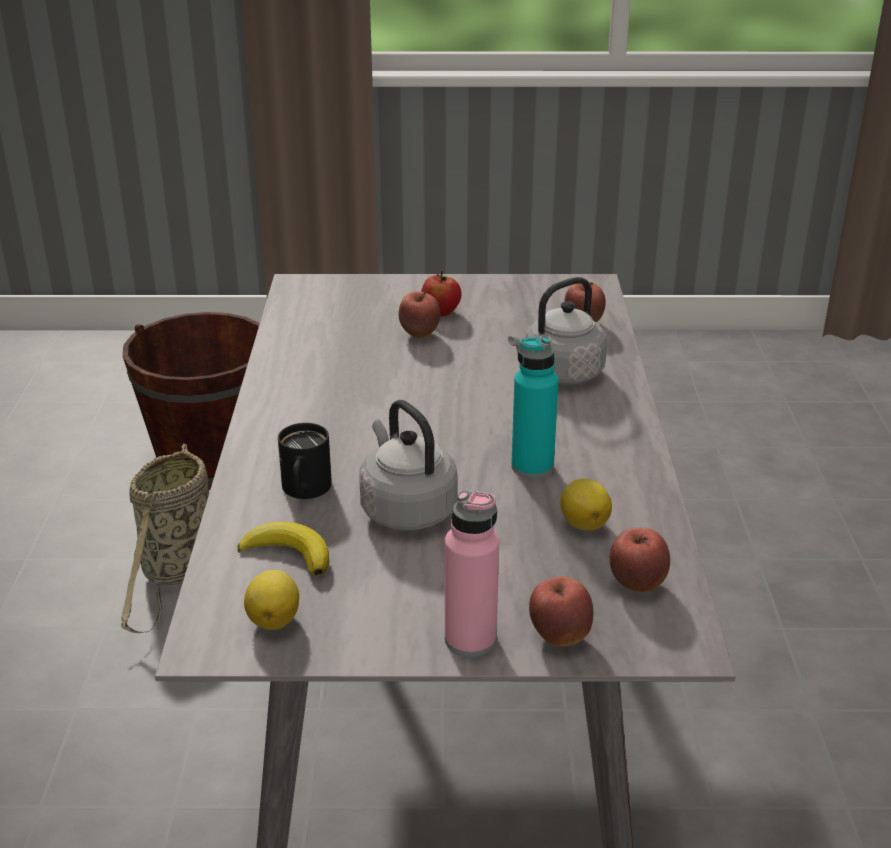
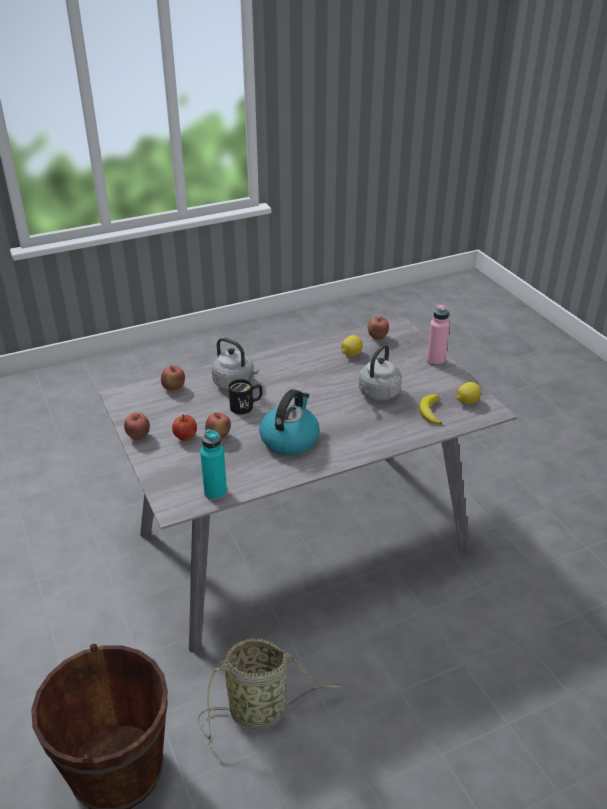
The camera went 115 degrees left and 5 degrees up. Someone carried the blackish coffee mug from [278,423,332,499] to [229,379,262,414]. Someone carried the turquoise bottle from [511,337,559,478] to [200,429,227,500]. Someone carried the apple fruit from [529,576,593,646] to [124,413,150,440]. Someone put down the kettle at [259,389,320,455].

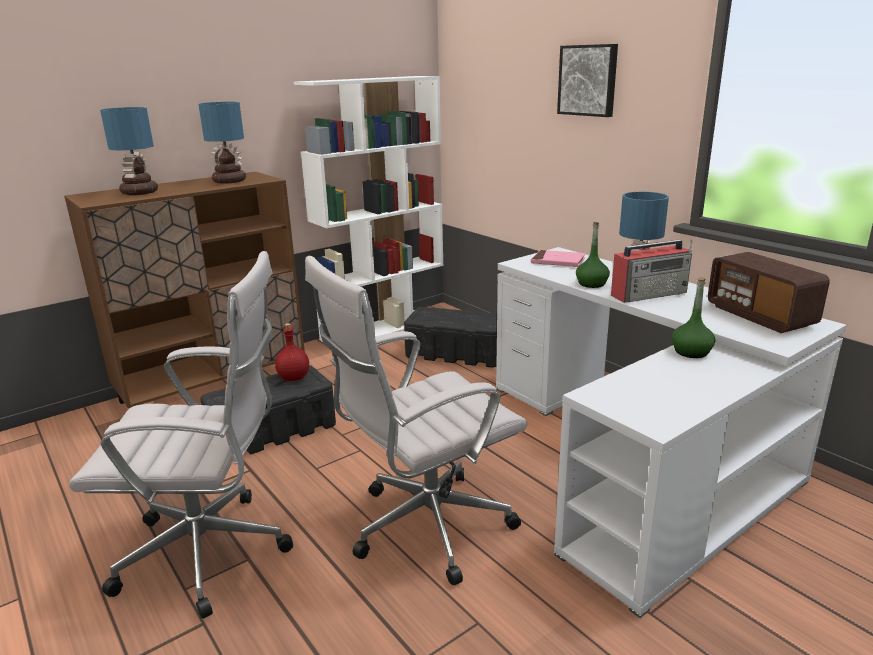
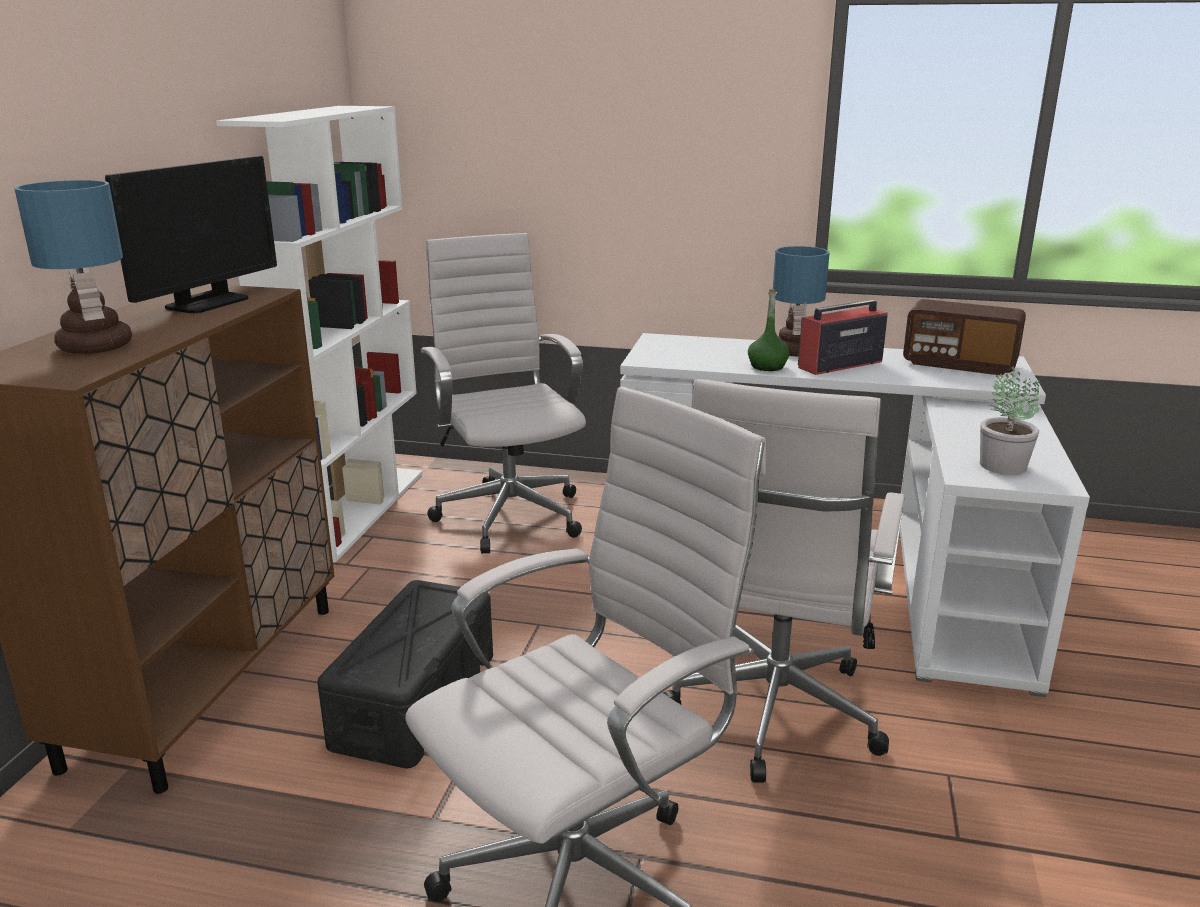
The camera went 40 degrees left and 0 degrees up. Someone swapped the lamp for a table at [198,102,246,184] for the monitor at [105,156,277,313]. Someone took away the reddish bottle at [275,323,309,381]. Someone swapped the blackish storage container at [404,307,497,368] for the white-coloured office chair at [421,233,586,554]. Someone took away the pinkish volume at [531,250,586,267]. Someone took away the picture at [557,44,618,117]. Someone rotated the radio at [611,239,692,303] by 150 degrees counterclockwise. Someone took away the greenish bottle at [672,277,715,358]. Someone put down the potted plant at [980,367,1040,475].

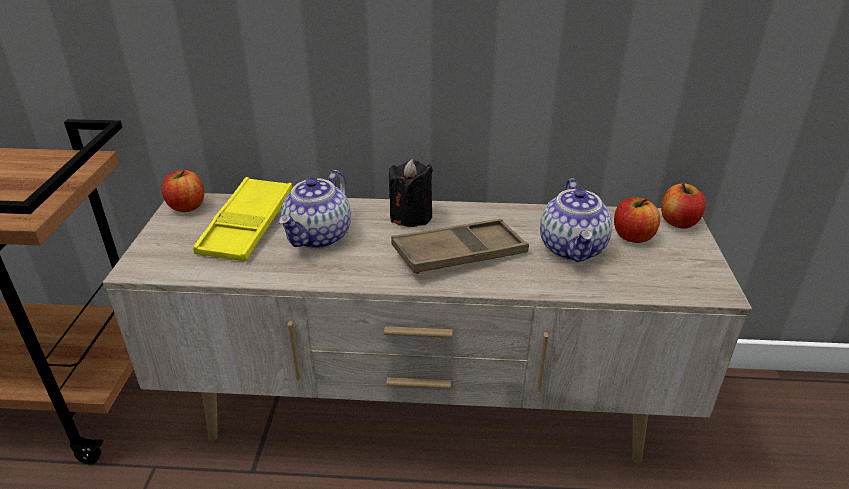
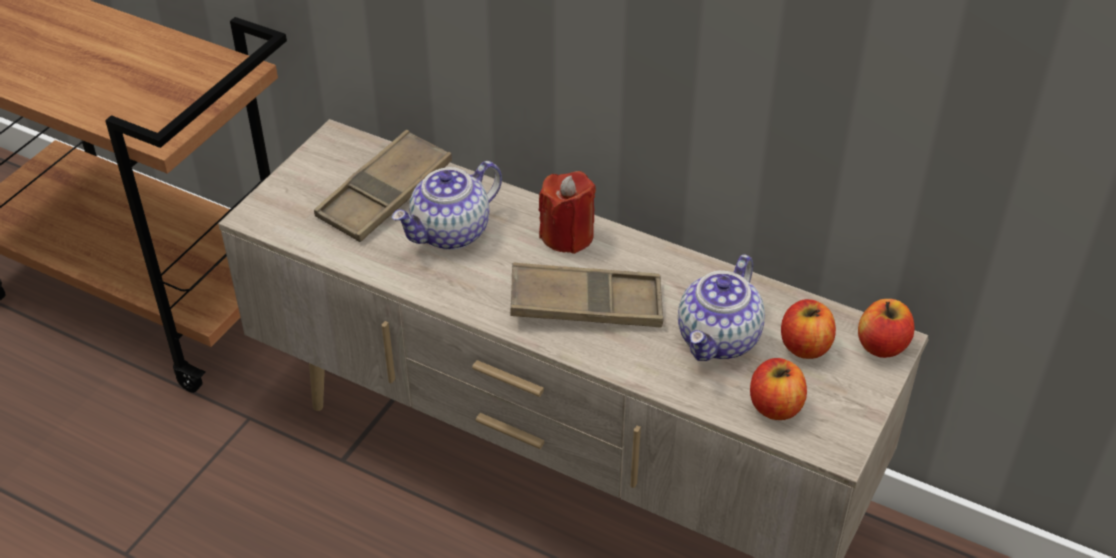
The camera went 25 degrees right and 10 degrees up. Someone carried the apple fruit from [161,170,204,212] to [750,358,807,420]. Someone repainted the yellow-coloured serving tray at [193,177,292,262], which became the brownish serving tray at [314,130,452,242]. Someone repainted the blackish wax candle at [389,159,433,227], which became the reddish wax candle at [539,171,596,254].

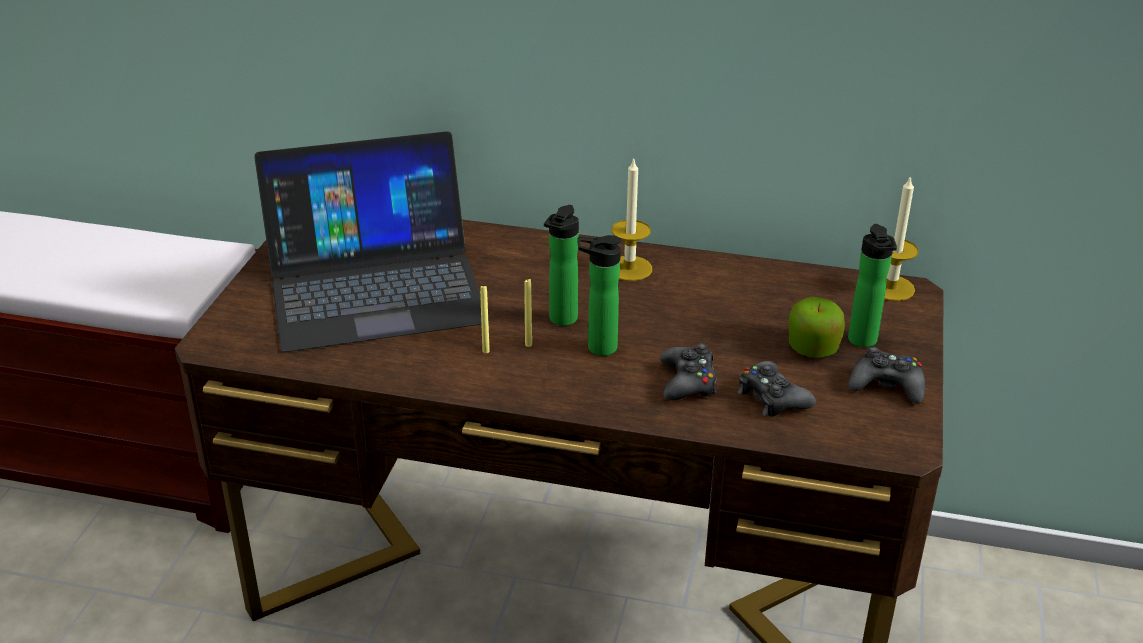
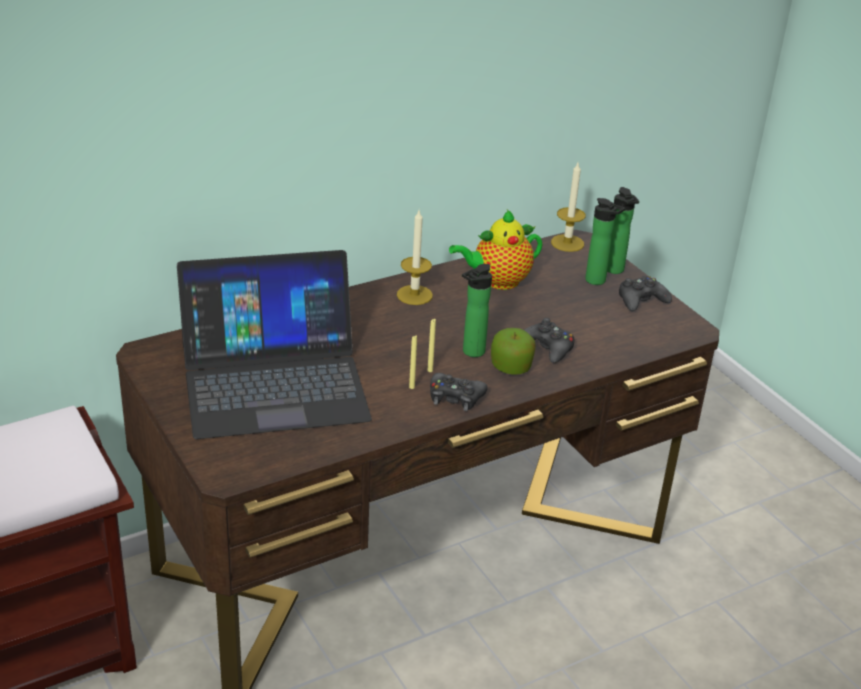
The camera went 45 degrees left and 0 degrees up. Someone rotated the laptop at [254,132,490,352] by 45 degrees clockwise. Someone carried the bottle from [544,205,579,326] to [607,187,639,274]. Someone carried the blackish game controller from [738,361,816,417] to [430,373,488,411]. Someone carried the apple fruit from [789,297,845,358] to [491,328,536,375]. Someone put down the teapot at [449,210,542,290].

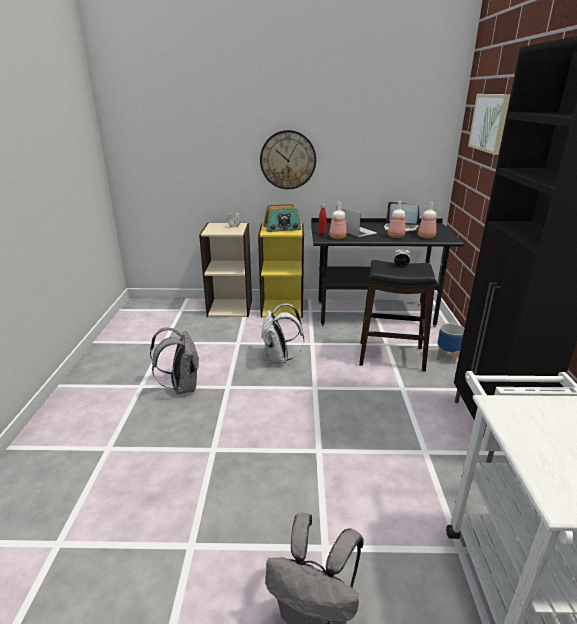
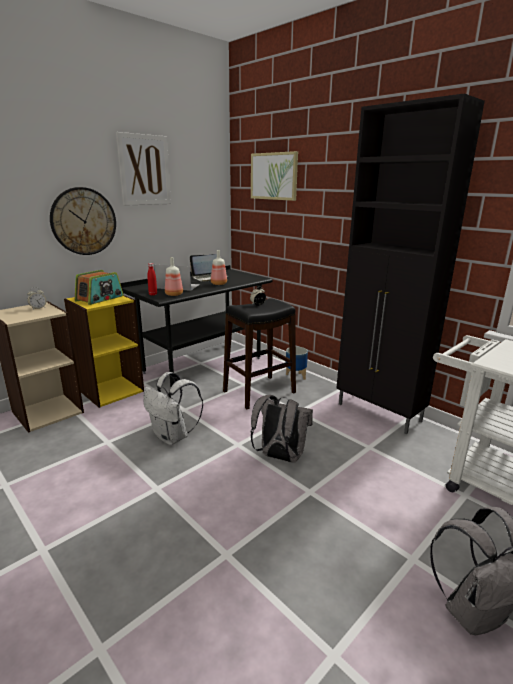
The camera went 45 degrees left and 5 degrees down. Someone carried the gray rucksack from [150,327,199,394] to [251,395,313,462]. Someone took away the bottle at [418,201,436,239]. Someone put up the picture at [116,132,171,206].

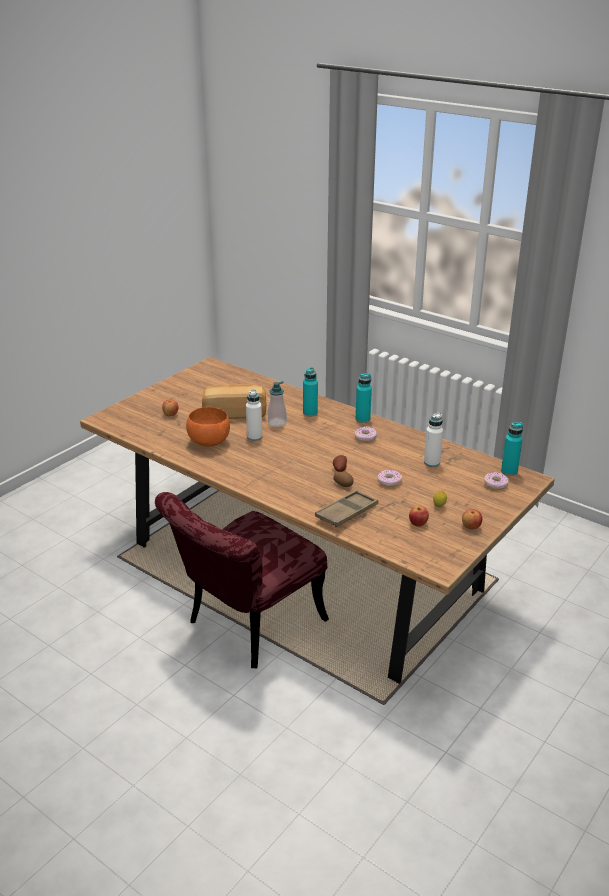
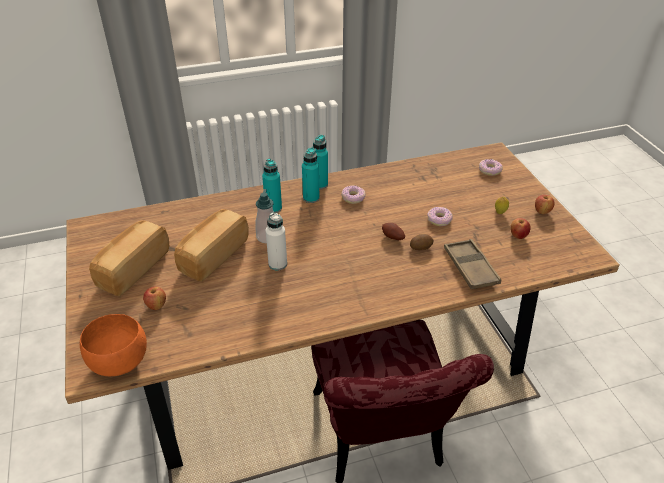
The camera went 55 degrees left and 10 degrees up. Someone carried the orange deep dish from [186,407,230,447] to [80,314,147,376]. Someone took away the white-coloured bottle at [424,413,443,467]. Someone carried the turquoise bottle from [501,422,523,476] to [302,147,320,203]. Someone put down the bread at [89,220,169,296].

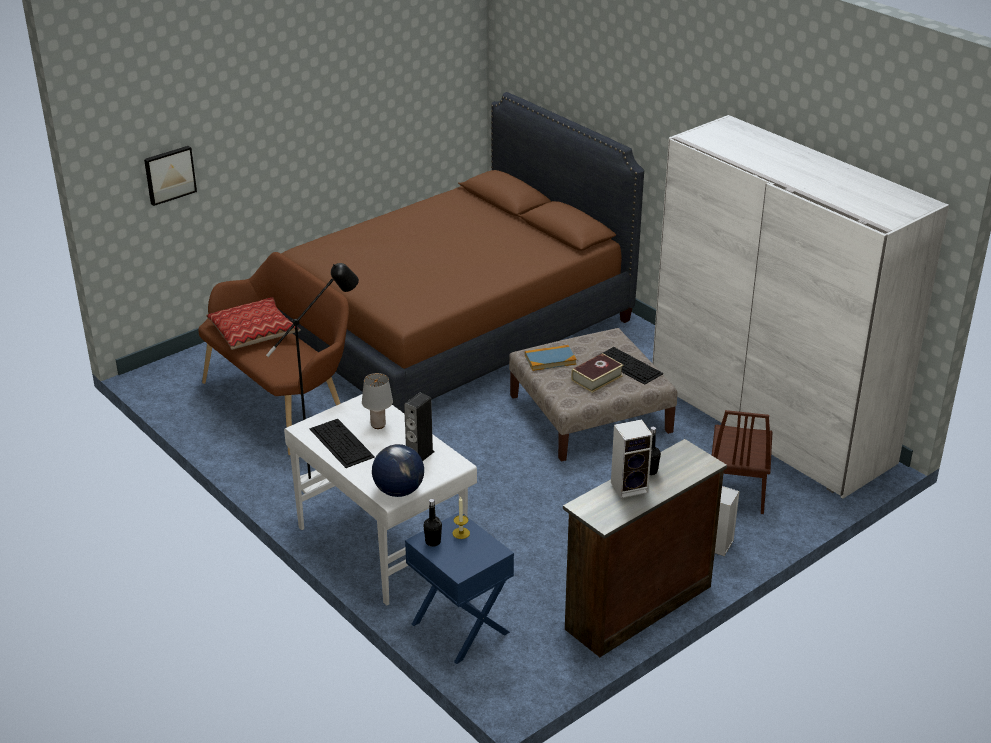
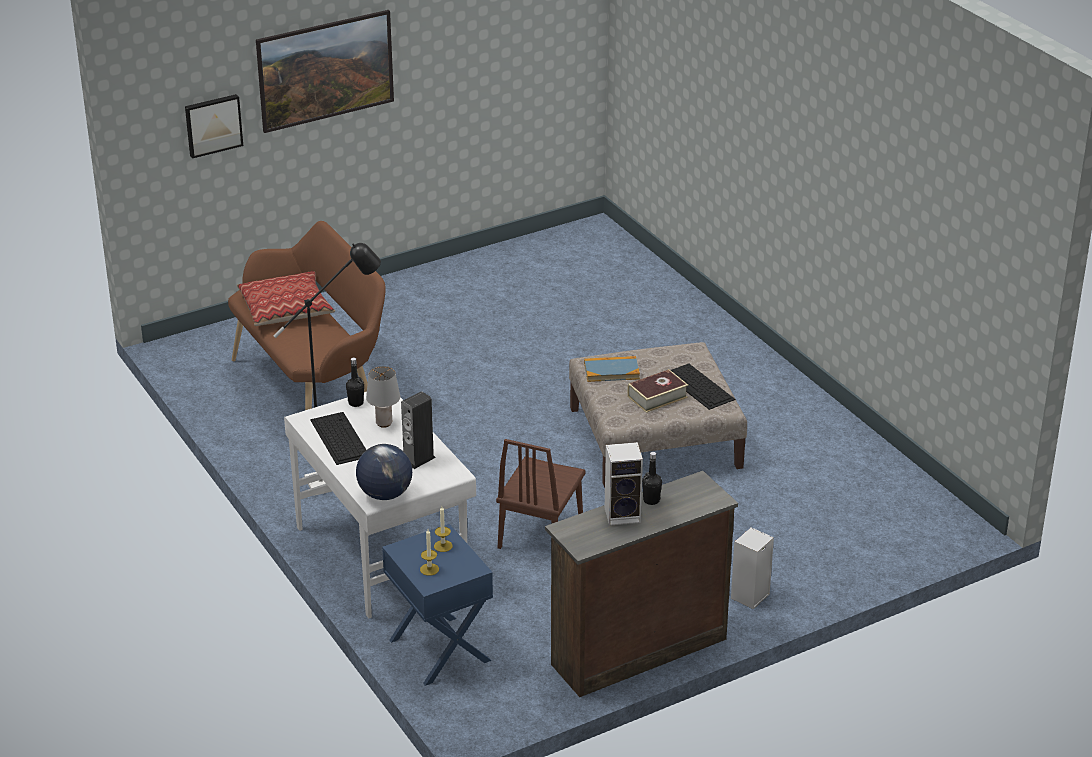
The camera went 10 degrees right and 0 degrees up. Someone took away the brownish bedroom bed at [278,92,644,414]. Someone carried the blackish bottle from [423,499,442,547] to [346,358,364,407]. Someone took away the white-coloured armoire at [652,115,949,499]. Someone carried the brownish chair from [712,410,773,514] to [496,439,586,549]. Someone put up the picture at [256,10,394,133]. Someone put down the wax candle at [420,529,439,576].

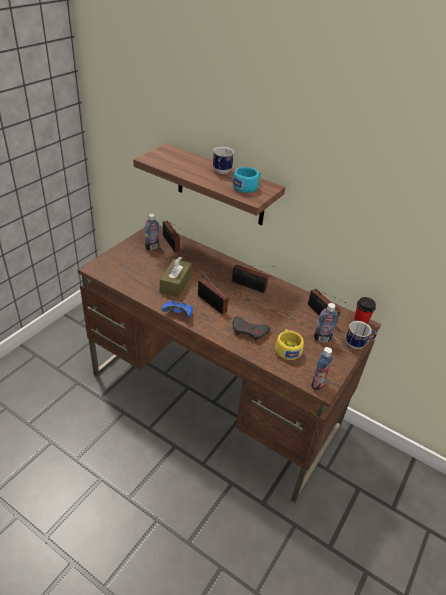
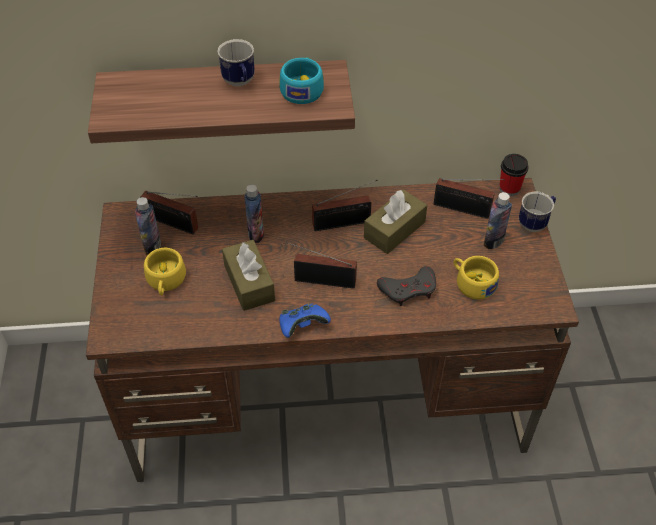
The camera went 35 degrees left and 10 degrees up. Someone carried the bottle from [311,347,333,391] to [244,184,264,243]. Someone put down the yellow-coloured small cup at [144,248,186,296]. Someone put down the brownish tissue holder at [364,189,427,254].

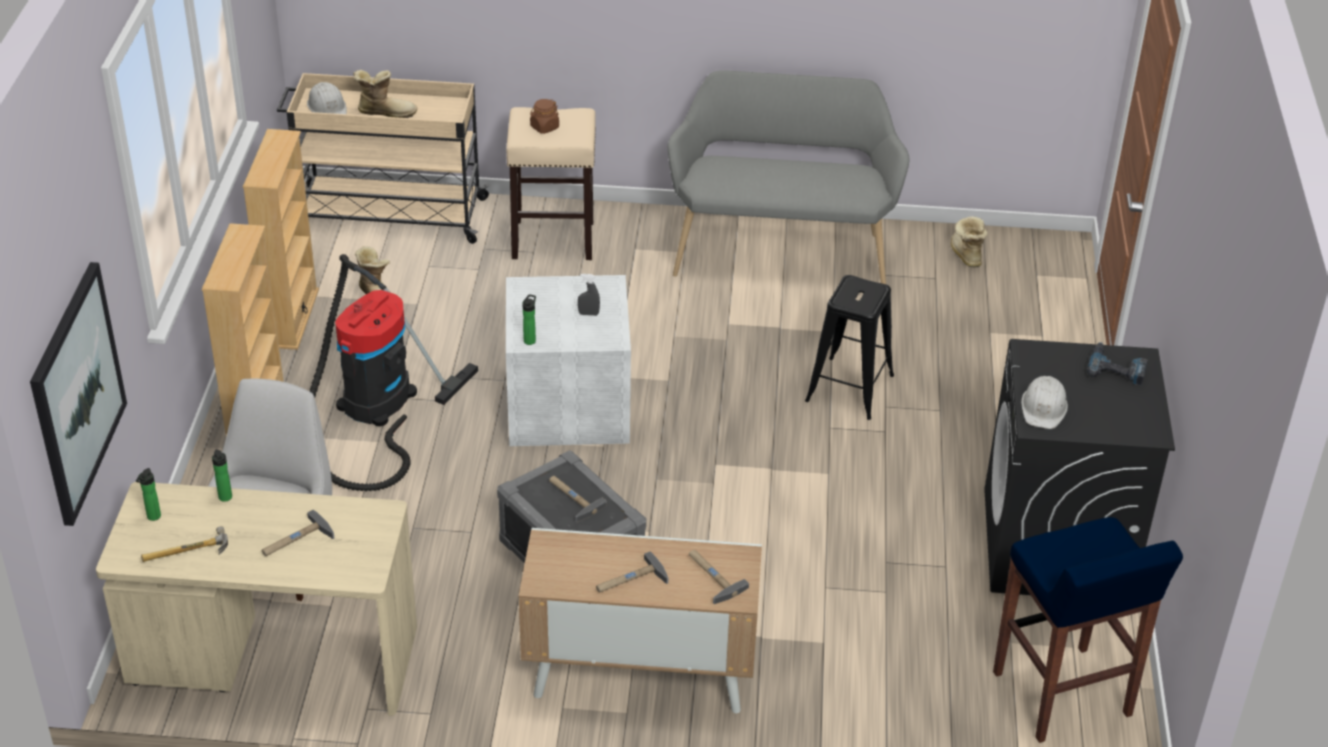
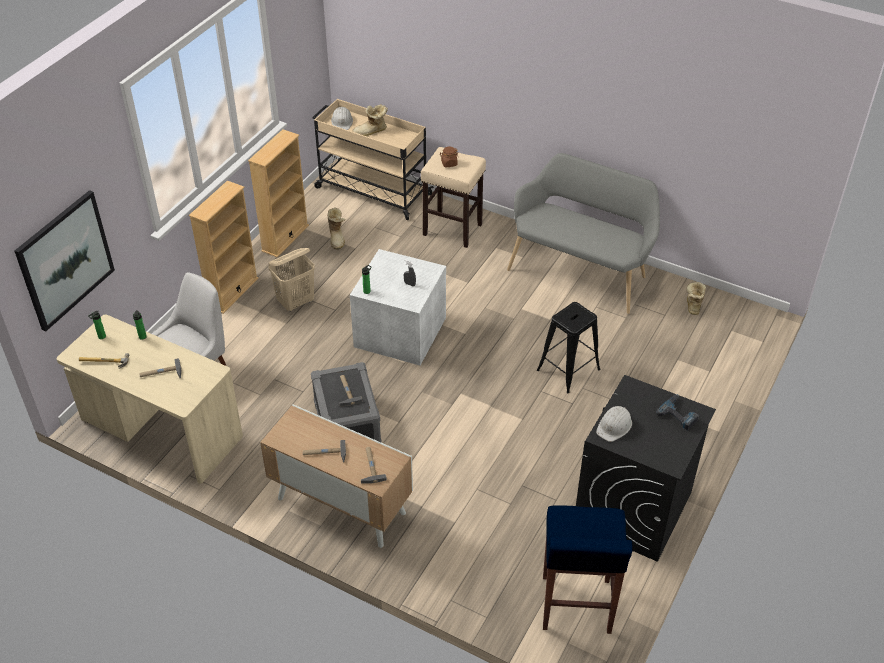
The camera went 25 degrees right and 5 degrees up. Someone swapped the vacuum at [309,254,478,491] for the beige washing basket at [268,248,315,312]. Someone rotated the tall boot at [353,70,417,118] by 135 degrees clockwise.

